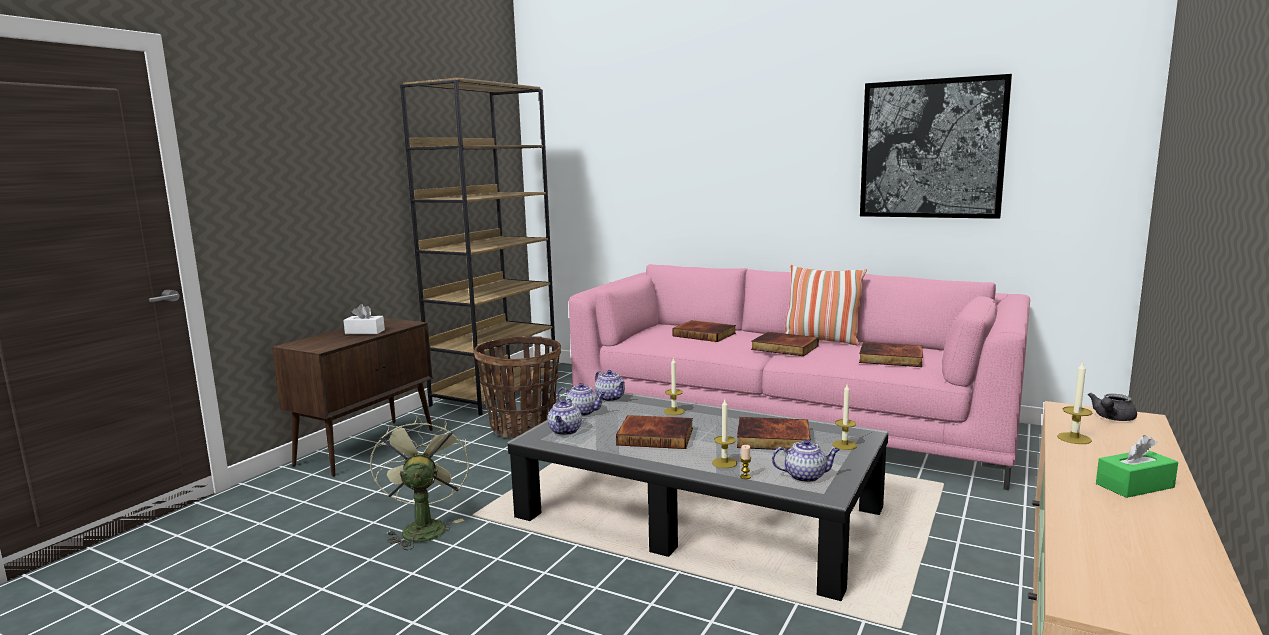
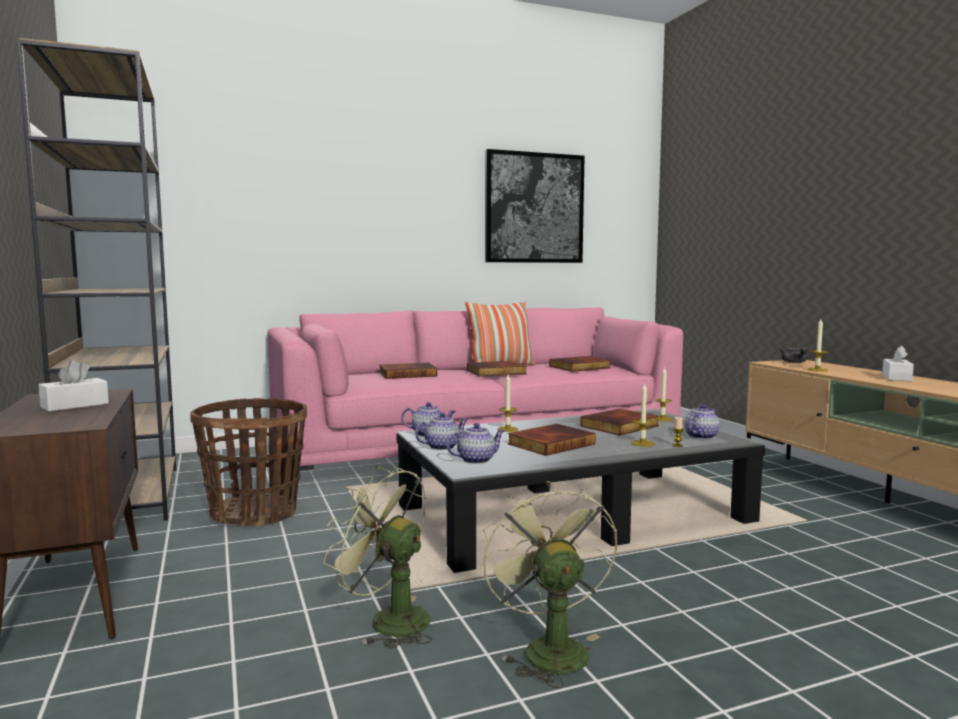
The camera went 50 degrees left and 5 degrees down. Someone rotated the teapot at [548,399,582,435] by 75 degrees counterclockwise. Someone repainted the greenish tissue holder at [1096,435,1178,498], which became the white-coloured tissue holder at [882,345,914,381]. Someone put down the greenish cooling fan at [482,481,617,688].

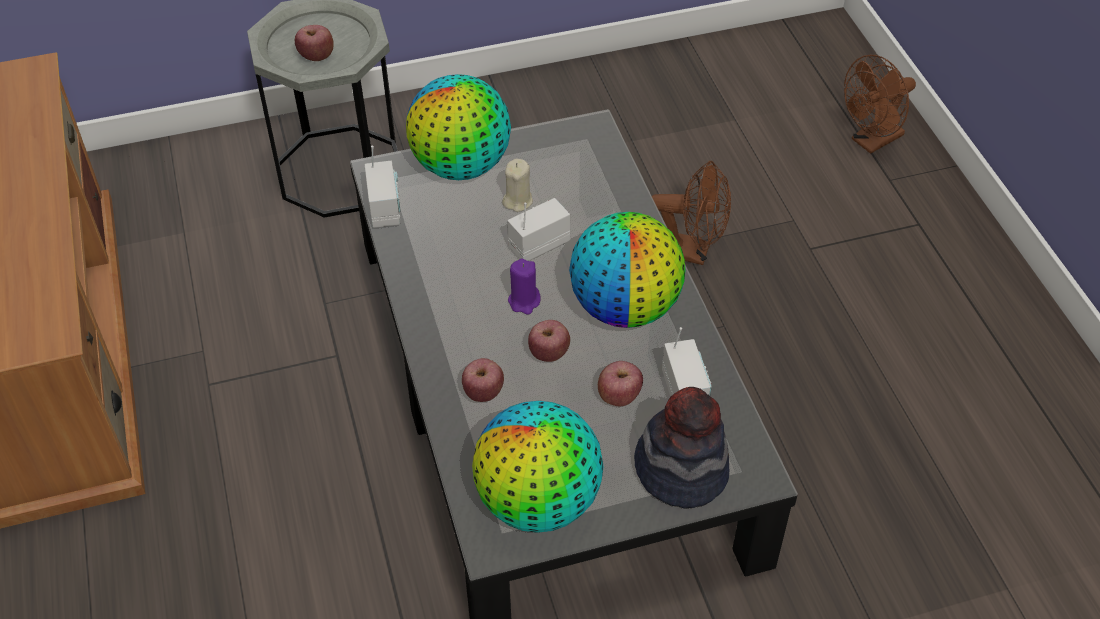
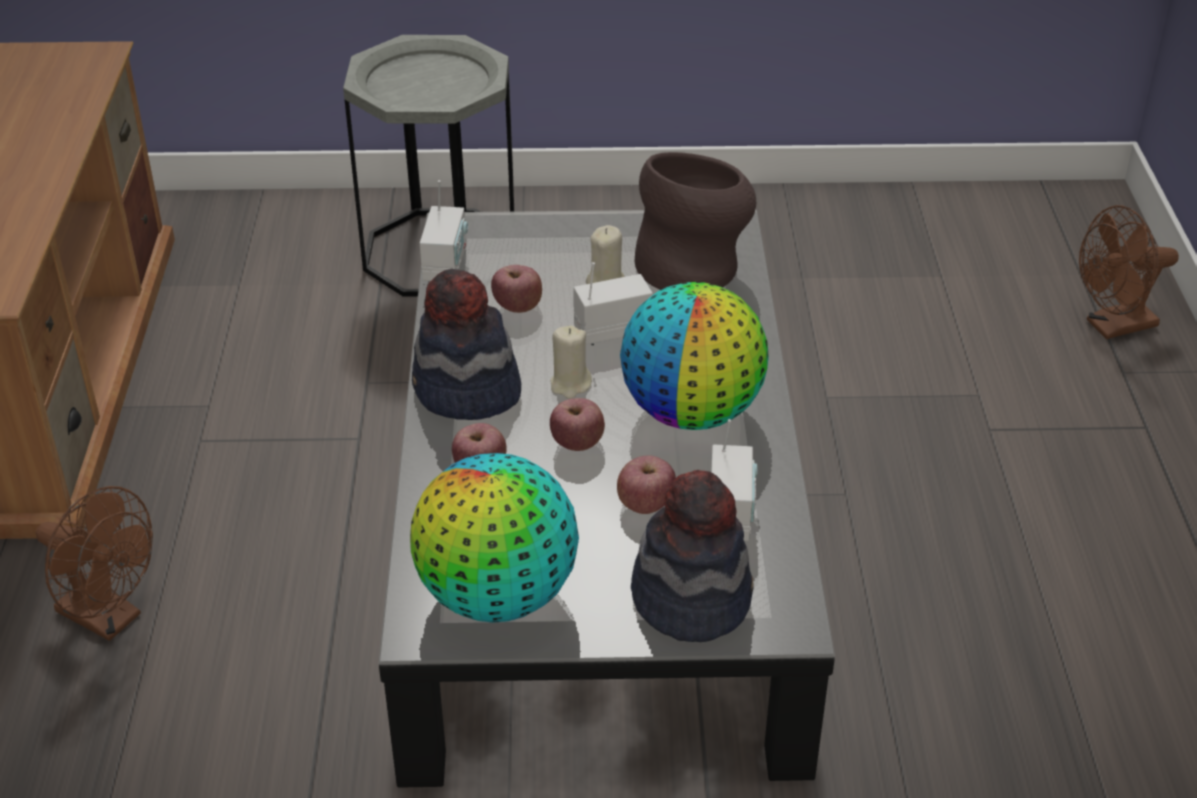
The camera went 15 degrees right and 10 degrees down. Someone carried the apple fruit from [295,25,334,61] to [491,265,542,313]. Someone took away the world globe at [406,74,511,180]. Someone repainted the purplish wax candle at [508,258,541,314], which became the beige wax candle at [550,325,592,399]. Someone carried the brownish cooling fan from [652,161,731,265] to [36,486,153,641]. Someone put down the clothing hat at [412,269,521,420]. Someone put down the brownish flower vase at [635,152,756,290].

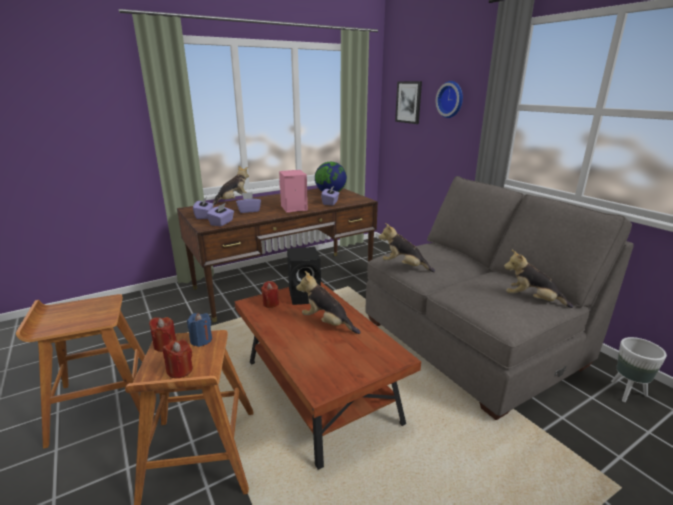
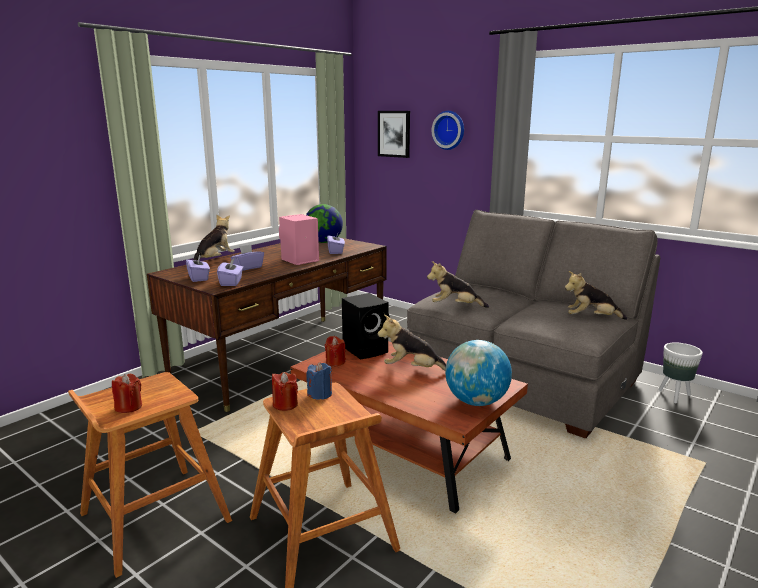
The camera went 20 degrees left and 5 degrees down. Someone carried the reddish wax candle from [163,339,193,378] to [112,374,142,413]. Someone put down the world globe at [445,340,512,406].

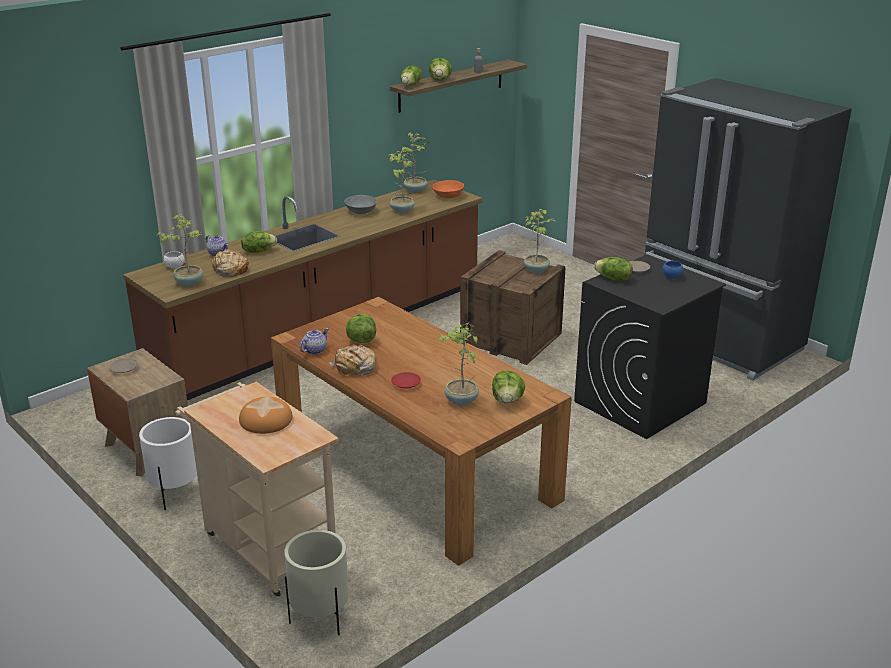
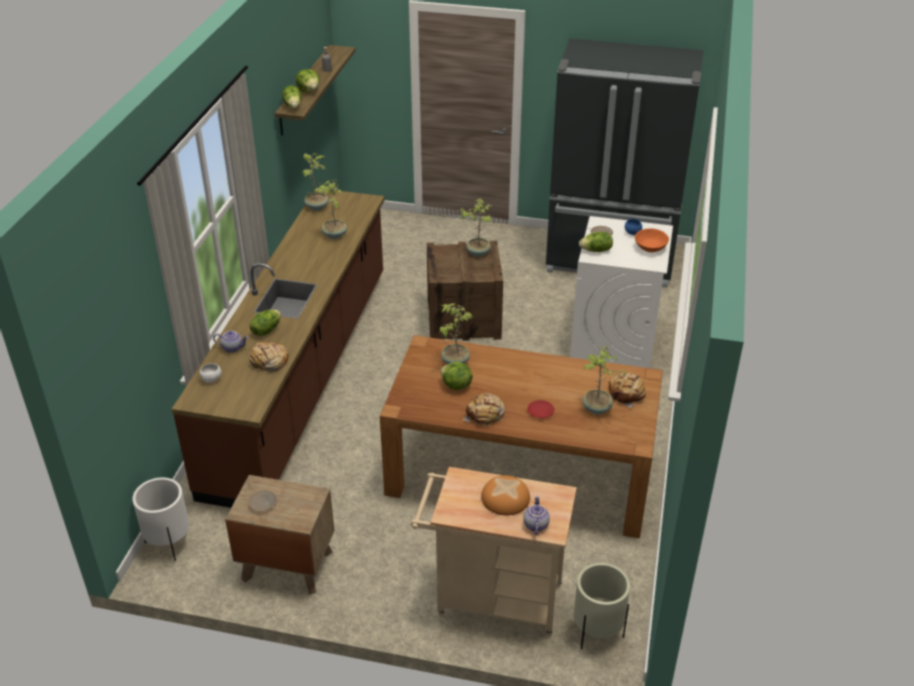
The camera went 35 degrees left and 10 degrees up. Someone carried the white-coloured plant pot from [139,417,197,510] to [132,478,189,561]. Someone carried the potted plant from [156,214,203,286] to [440,303,473,364]. Someone carried the teapot from [299,328,329,354] to [523,496,550,535]. Someone took away the gray deep dish at [344,195,377,214]. Someone carried the orange deep dish from [433,180,464,198] to [635,228,669,252]. Someone swapped the lettuce at [492,370,525,404] for the bread at [609,372,646,408]. Someone repainted the blackish washing machine at [574,254,726,439], which became the white-coloured washing machine at [570,216,673,368].

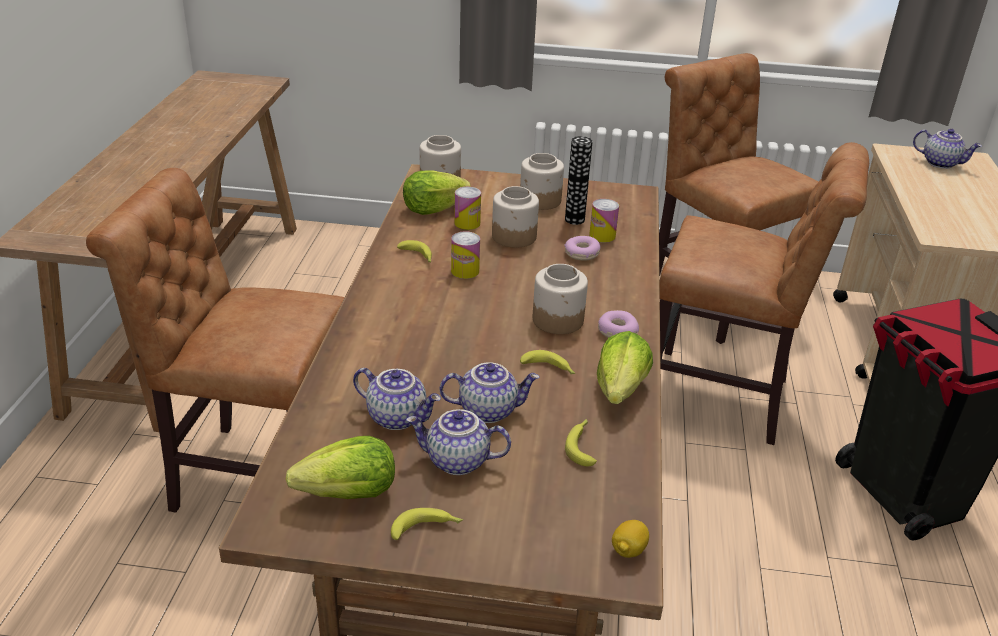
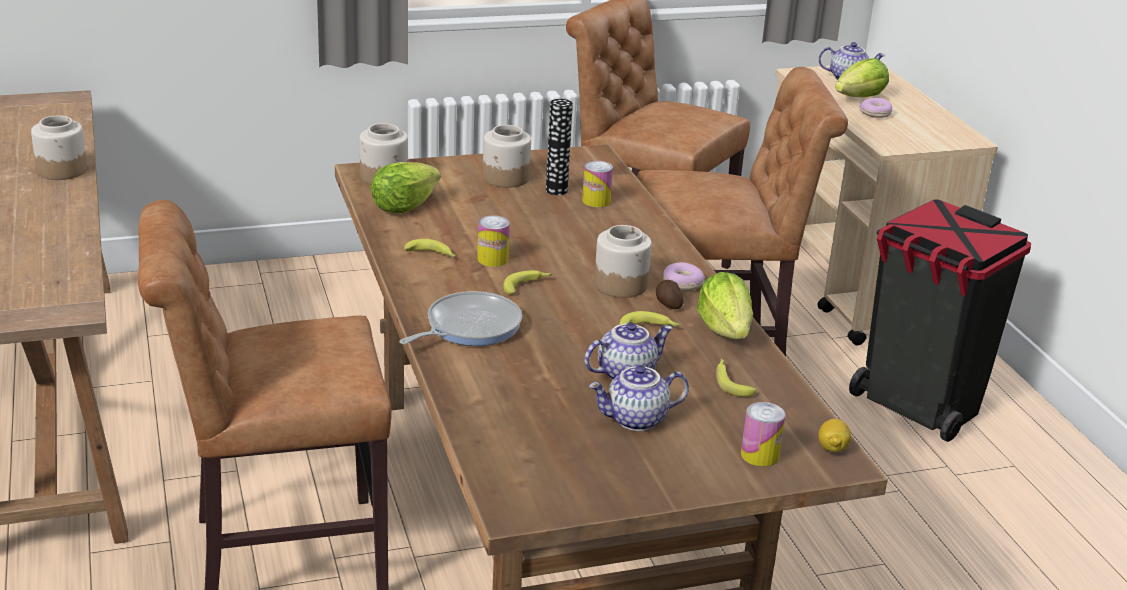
The camera went 25 degrees left and 5 degrees down. Someone carried the lettuce from [286,436,395,499] to [835,58,889,98]. Someone took away the teapot at [353,368,441,430]. Someone carried the whole banana from [391,508,463,540] to [503,270,552,295]. Someone carried the sealed can from [454,187,481,230] to [741,402,785,467]. Someone carried the jar from [492,186,539,248] to [31,115,87,180]. Someone carried the donut from [564,236,601,261] to [859,98,892,118]. Someone put down the frying pan at [399,291,522,346]. Someone put down the whole potato at [656,280,684,309].

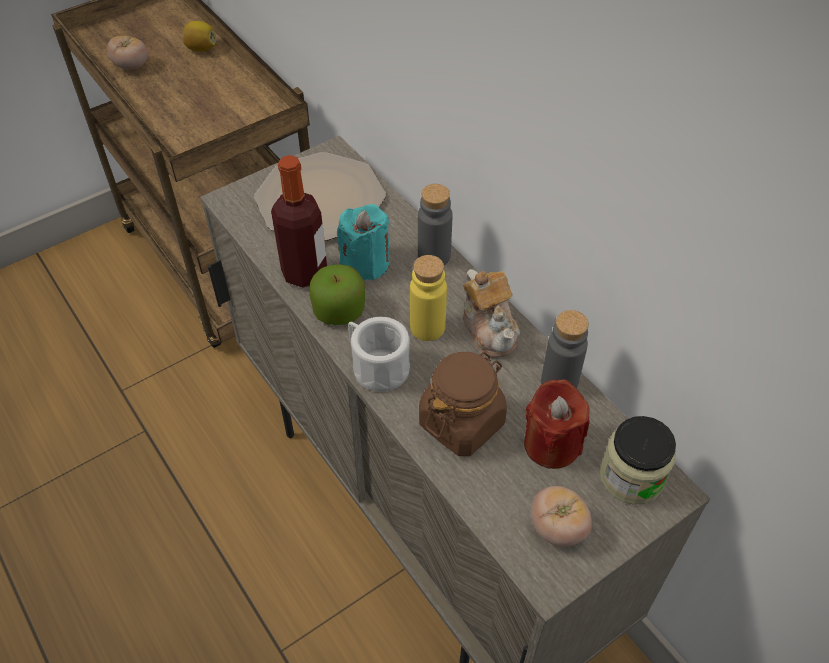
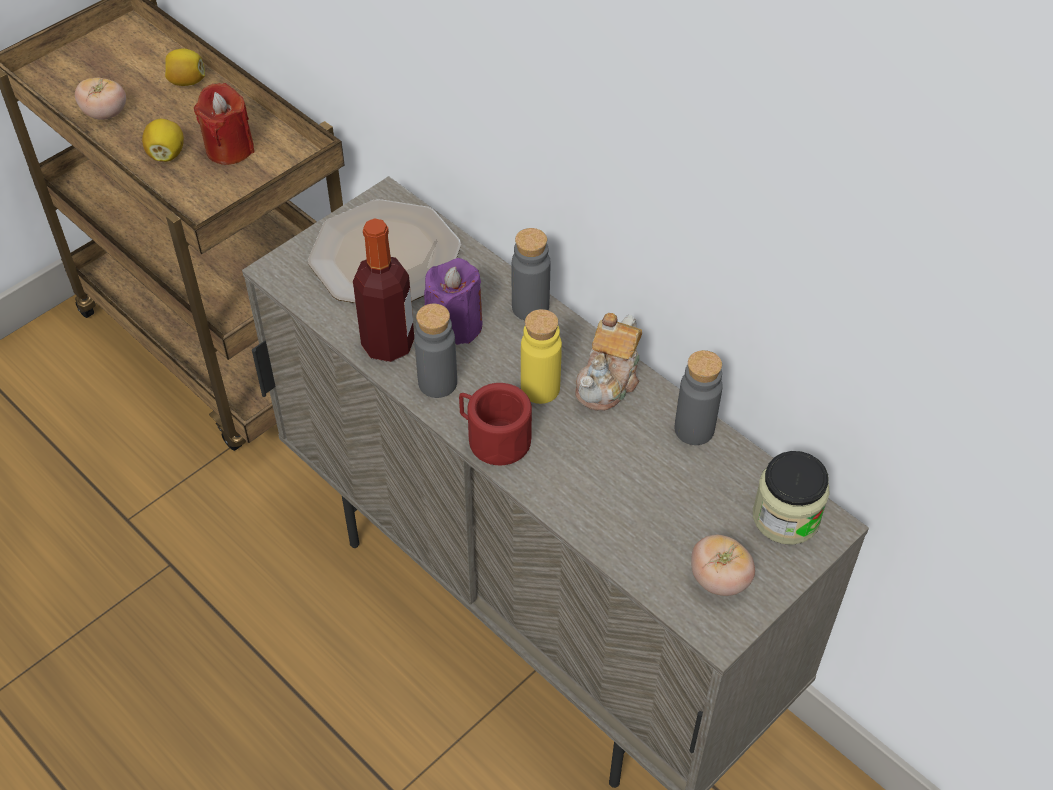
The camera went 10 degrees left and 0 degrees up. Someone swapped the apple fruit at [309,264,365,325] for the gray bottle at [414,304,457,398]. Someone repainted the turquoise wax candle at [337,204,390,280], which became the purplish wax candle at [424,258,482,345]. Someone repainted the white-coloured coffee mug at [348,317,410,392], which became the reddish coffee mug at [459,383,532,465]. Someone took away the brownish jar at [419,352,507,456]. Someone rotated the teapot at [463,269,520,358] by 60 degrees clockwise. Someone carried the reddish wax candle from [524,379,590,469] to [194,83,255,165]. Someone put down the citrus fruit at [142,119,184,162].

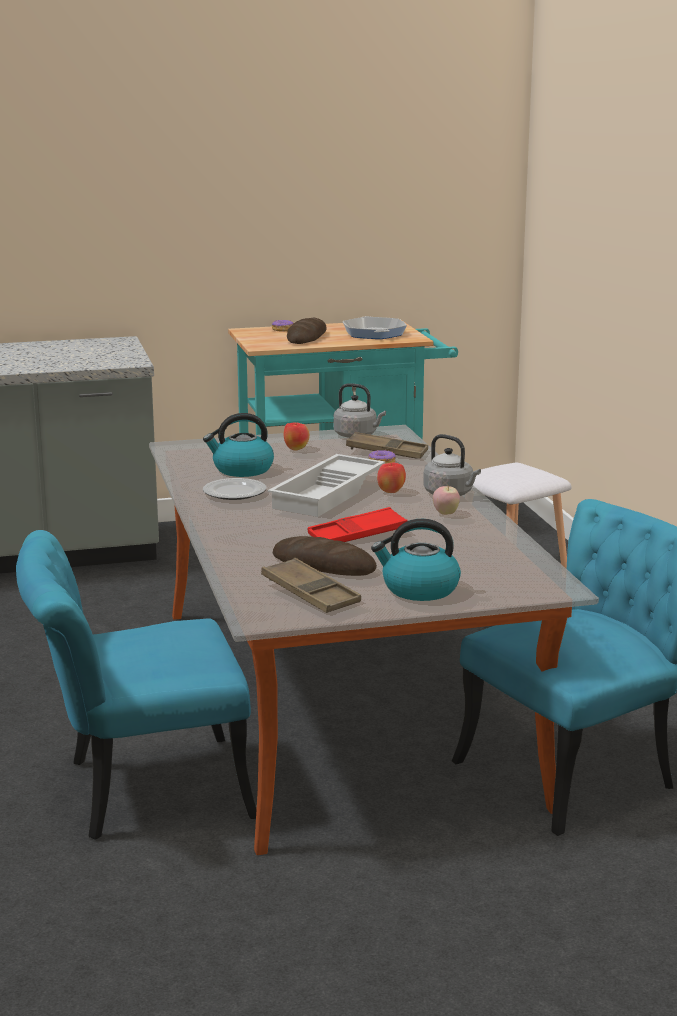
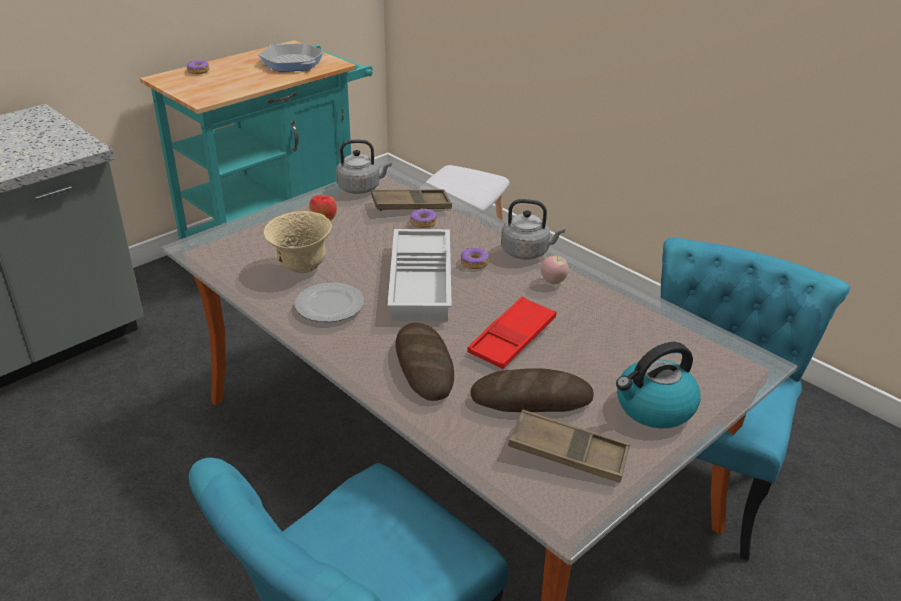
The camera went 30 degrees left and 15 degrees up. Someone swapped the kettle at [203,413,274,477] for the beige deep dish at [264,211,332,273]. Someone carried the bread from [287,317,327,344] to [395,323,454,401]. Someone swapped the apple fruit at [377,463,406,493] for the donut at [461,248,489,269].

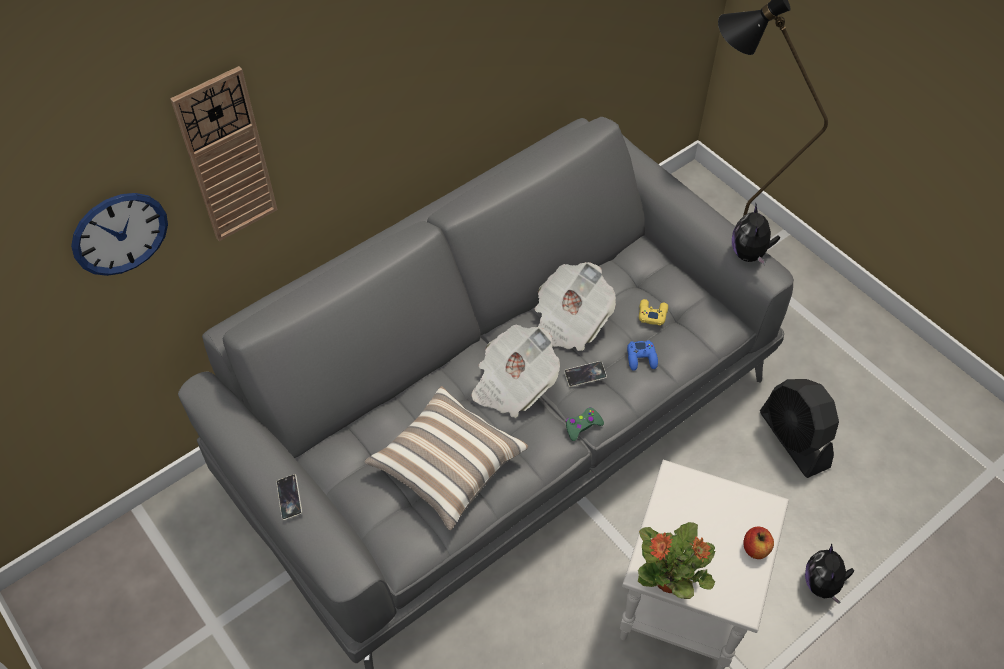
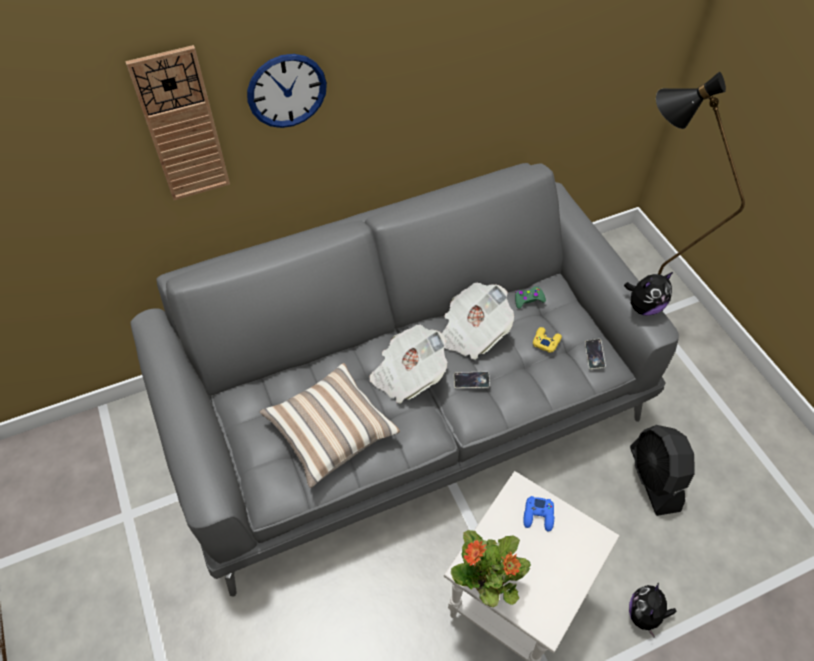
The camera went 15 degrees right and 0 degrees up. Someone carried the clock on the wall from [71,193,168,276] to [247,54,327,128]. Someone carried the telephone from [276,474,302,520] to [585,339,606,370]. Someone carried the greenish game controller from [566,407,604,441] to [515,286,546,308]. Someone carried the blue game controller from [627,340,658,371] to [523,496,554,532]. Someone rotated the soft toy at [732,202,780,265] by 135 degrees counterclockwise. Someone took away the apple fruit at [743,527,774,559].

